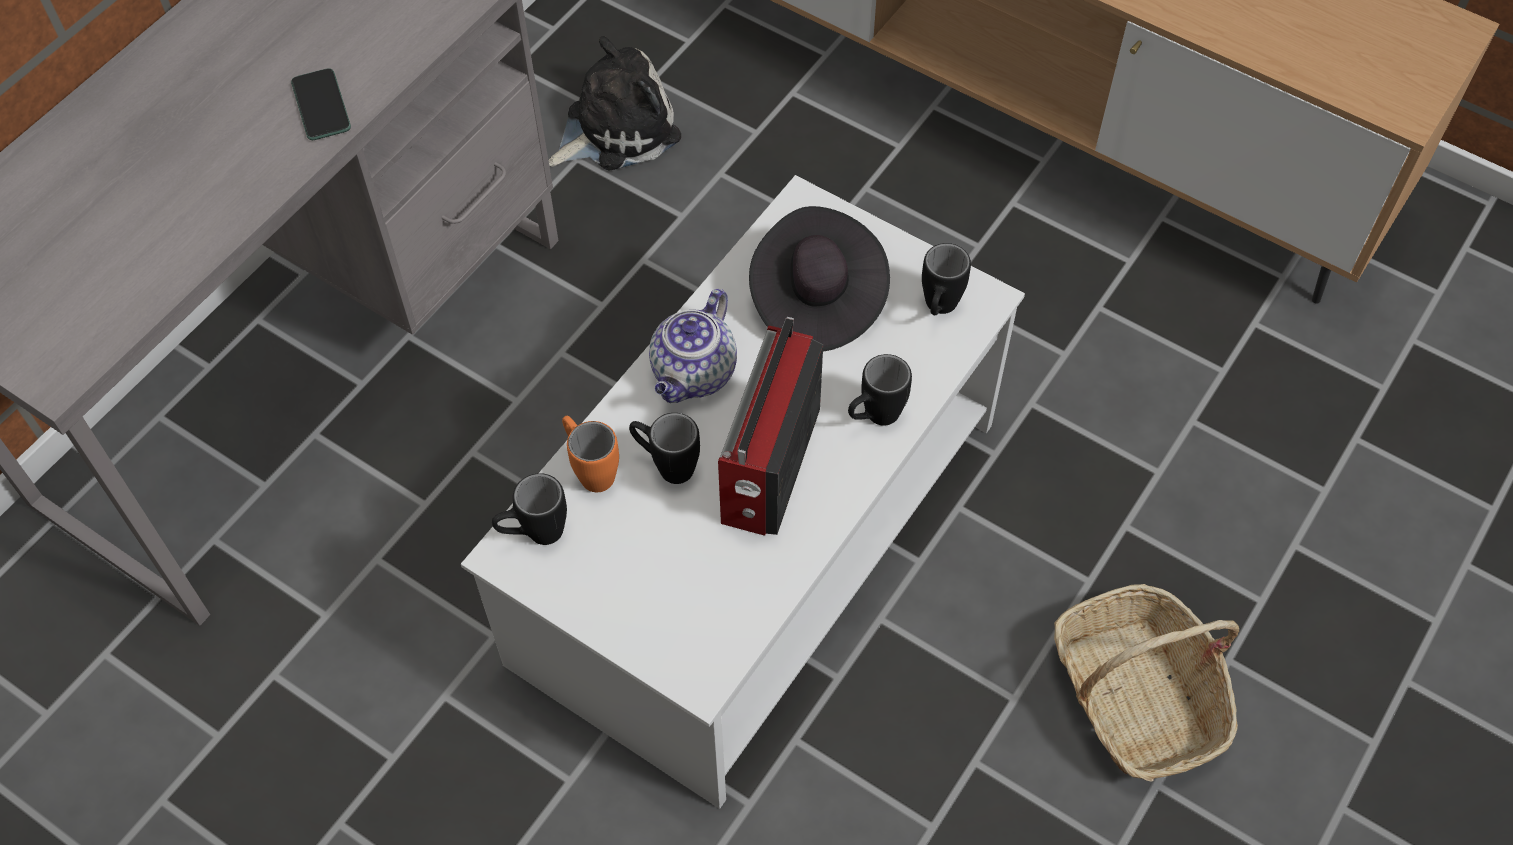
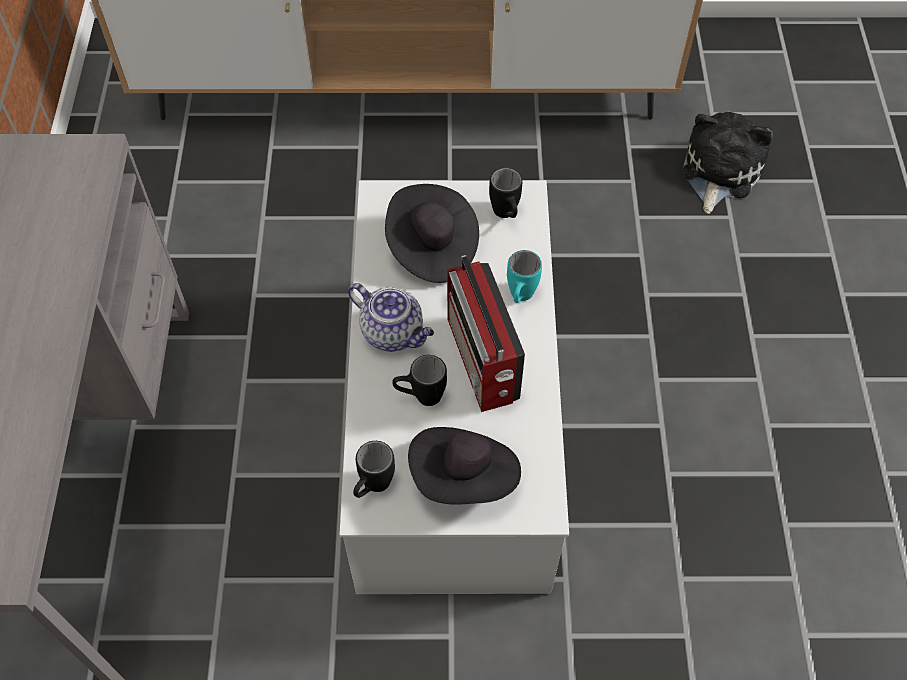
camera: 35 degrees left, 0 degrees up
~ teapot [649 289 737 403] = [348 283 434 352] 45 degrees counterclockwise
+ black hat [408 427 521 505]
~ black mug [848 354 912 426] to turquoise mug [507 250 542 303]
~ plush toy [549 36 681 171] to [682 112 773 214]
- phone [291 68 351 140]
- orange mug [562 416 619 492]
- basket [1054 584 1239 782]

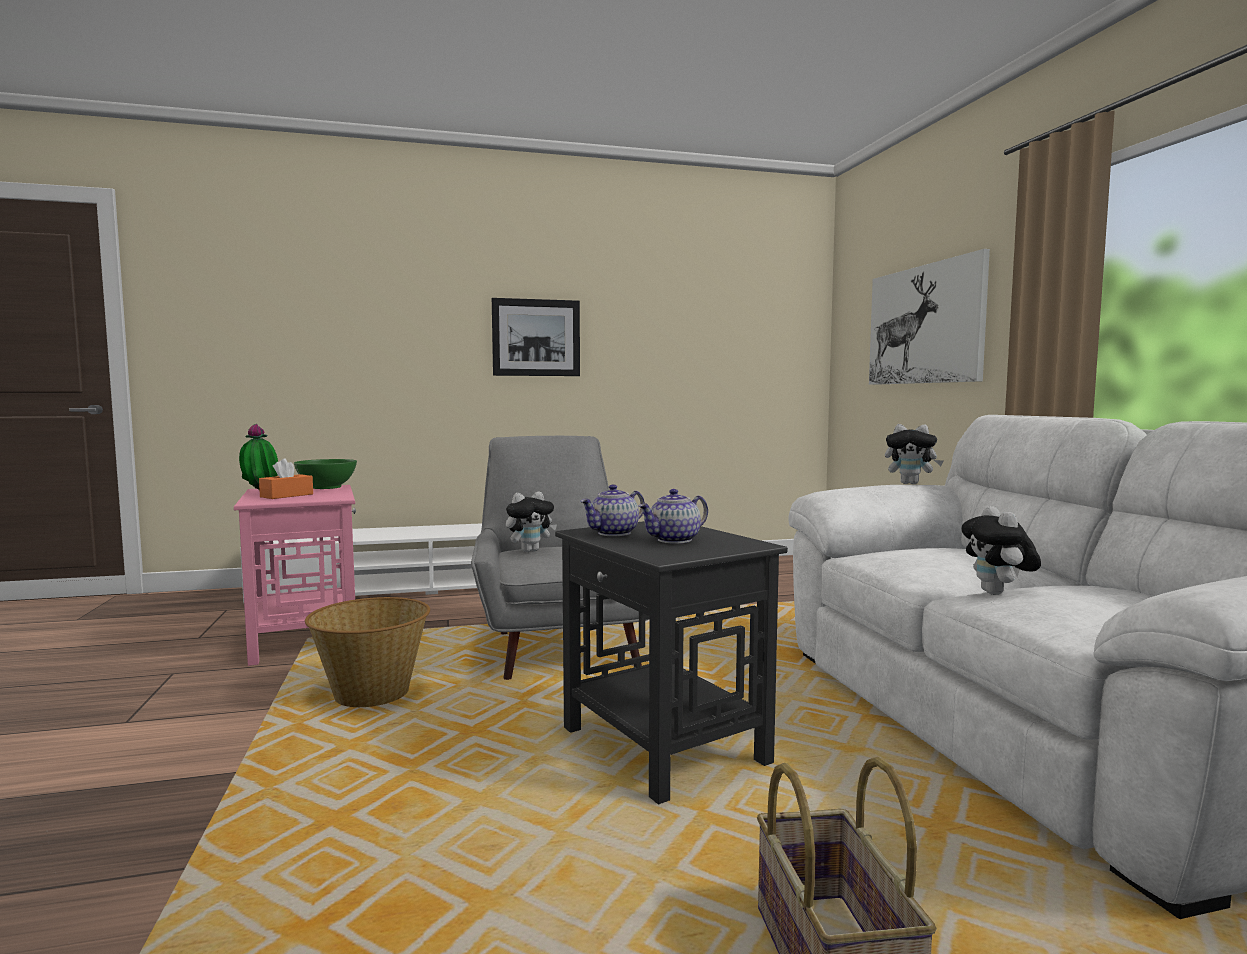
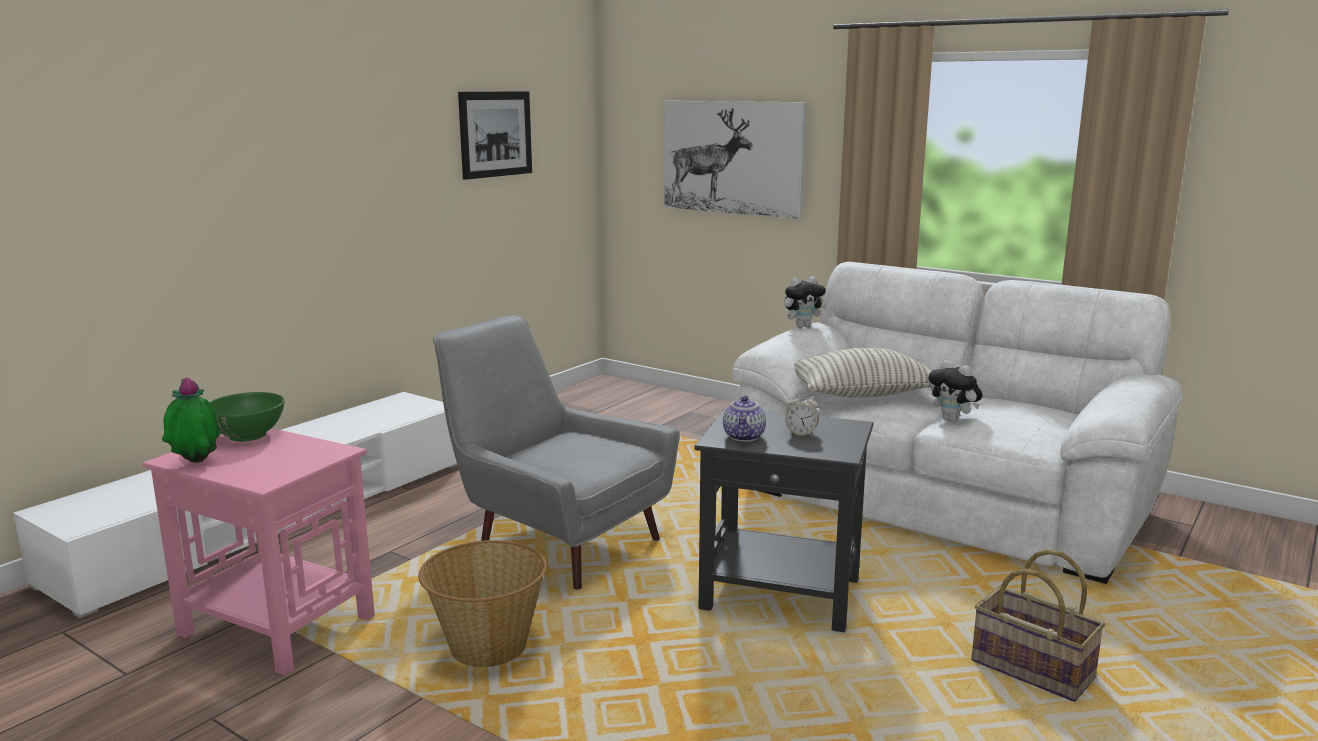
camera: 40 degrees left, 10 degrees up
~ picture [492 298 580 376] to [458 91 532 180]
~ teapot [638 489 708 543] to alarm clock [785 393 819 437]
+ pillow [794 348 932 397]
- orange tissue box [259 458 313 499]
- plush toy [506 491 557 552]

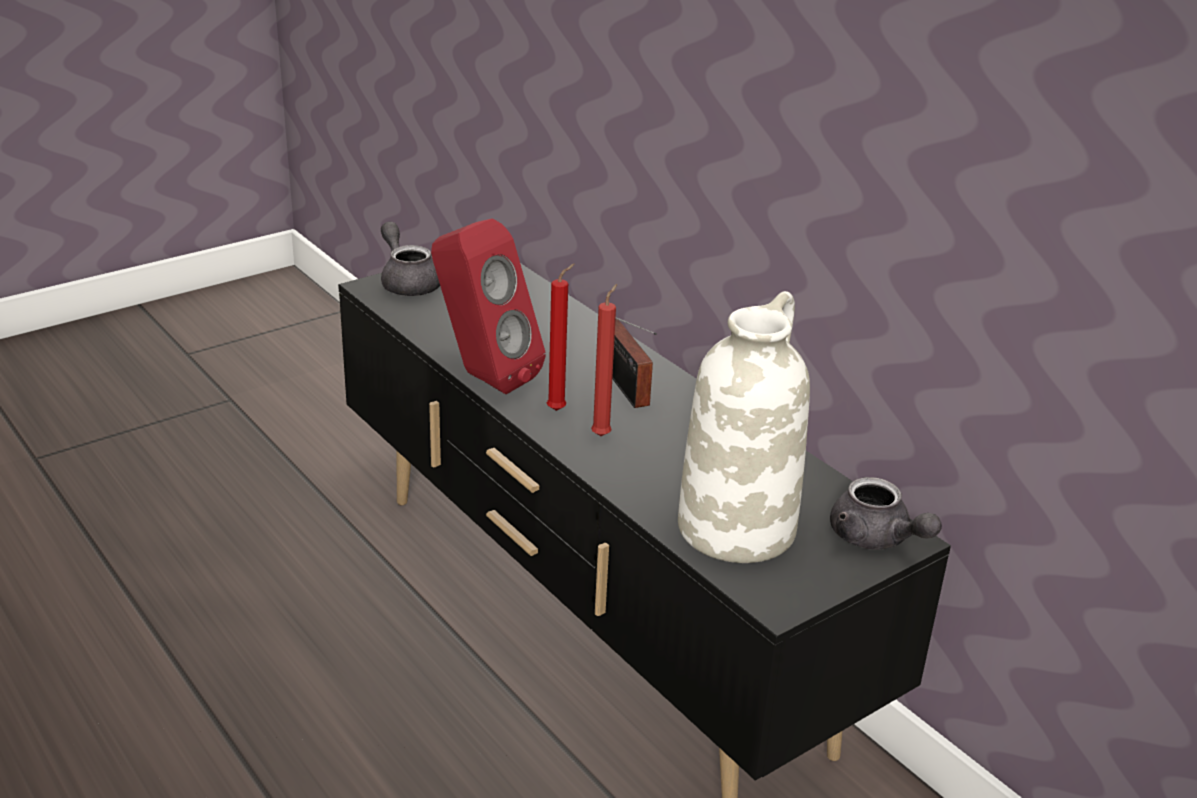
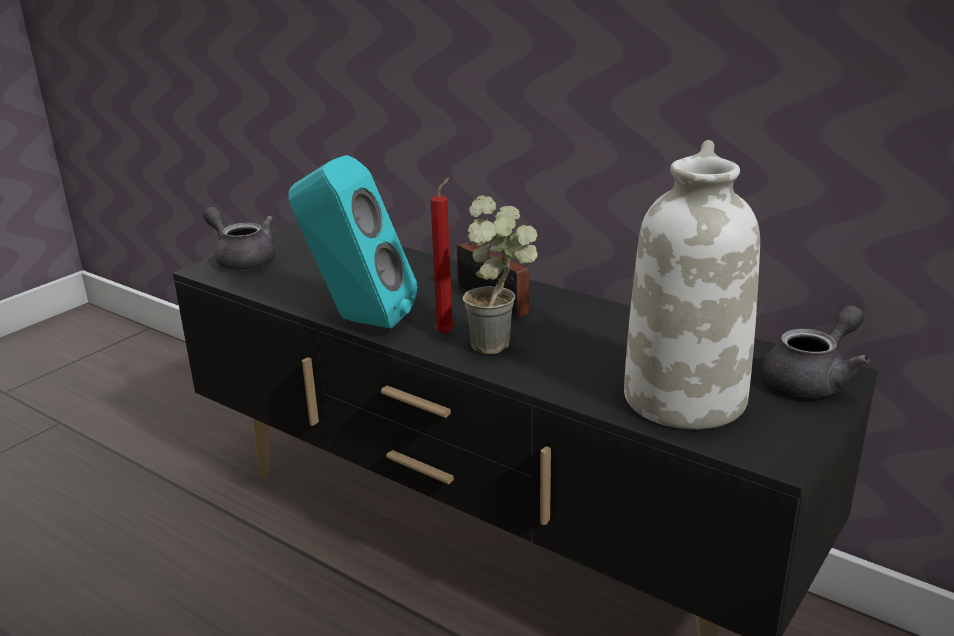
camera: 15 degrees left, 5 degrees down
~ red speaker [431 218 546 394] to turquoise speaker [288 155 417 329]
~ red candle [591 284 617 436] to potted plant [463 195 538 354]
~ grey teapot [830 477 942 550] = [763 305 870 398] 75 degrees counterclockwise

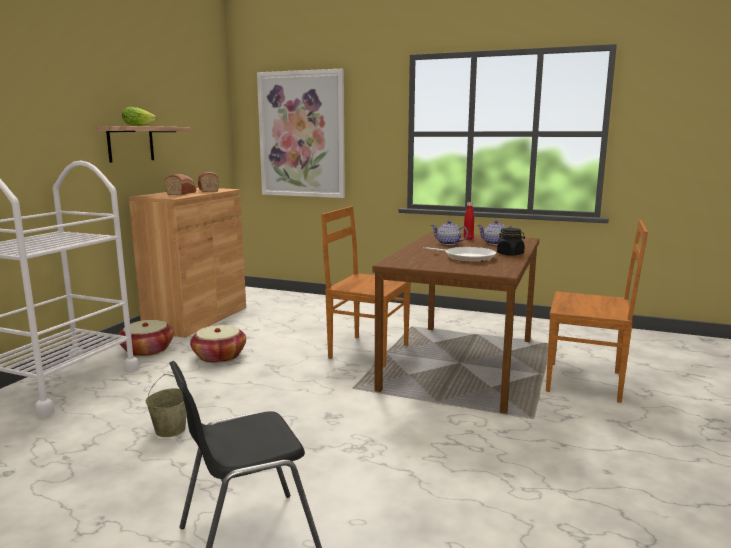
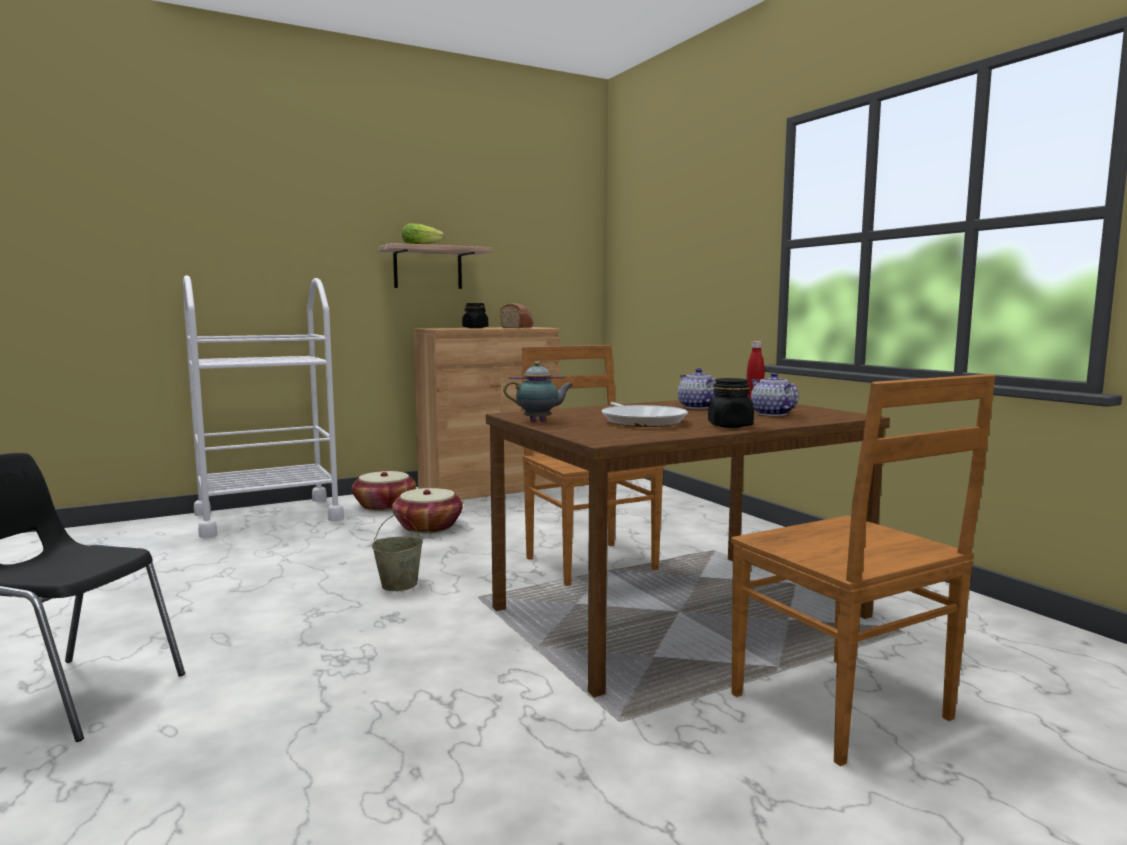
camera: 40 degrees right, 5 degrees down
~ beige bucket [146 374 187 437] to [371 514 423 591]
~ bread [165 174 196 195] to black jar [462 303 488 328]
+ teapot [503 362 573 421]
- picture [257 69 345 198]

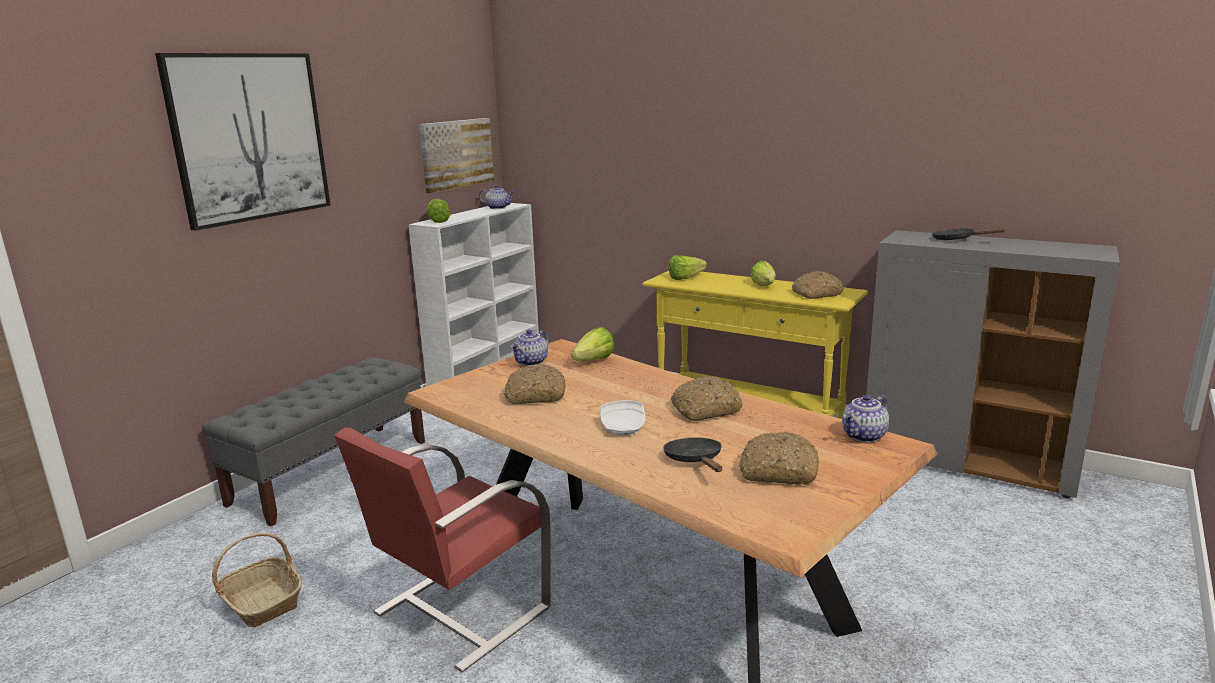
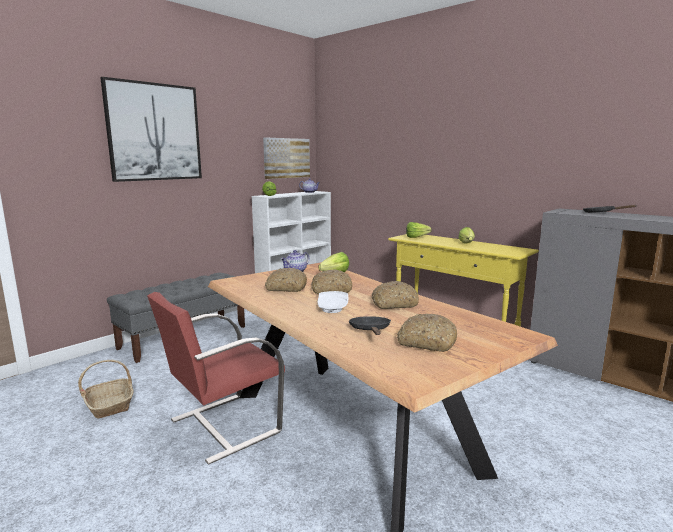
camera: 10 degrees right, 5 degrees down
~ bread [792 271 844 299] to [311 269 352 294]
- teapot [842 395 889 443]

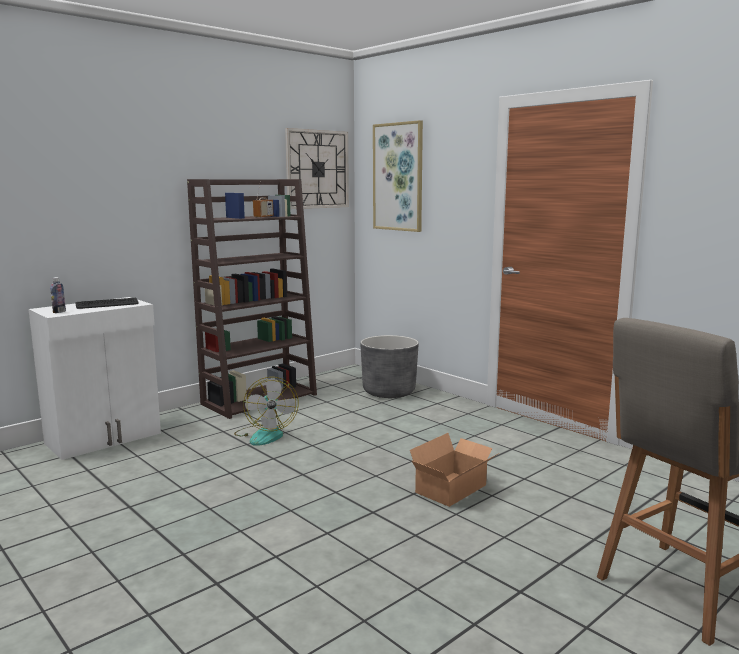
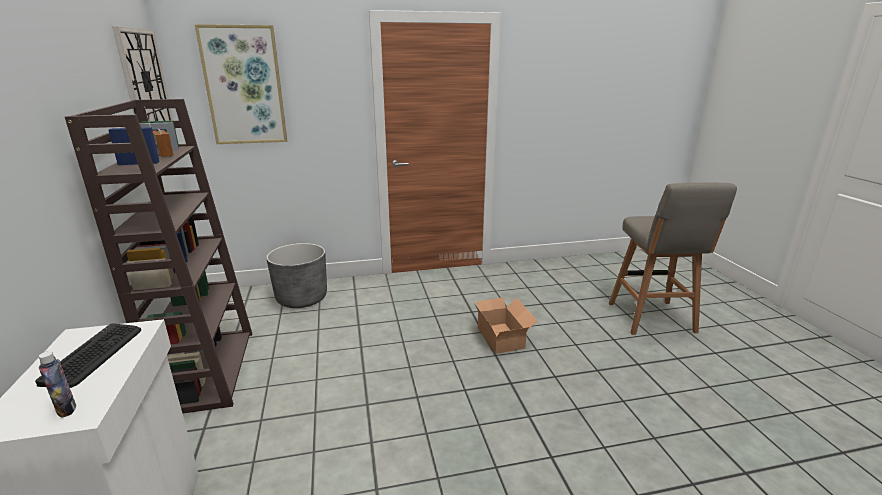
camera: 60 degrees left, 10 degrees up
- fan [234 377 298 446]

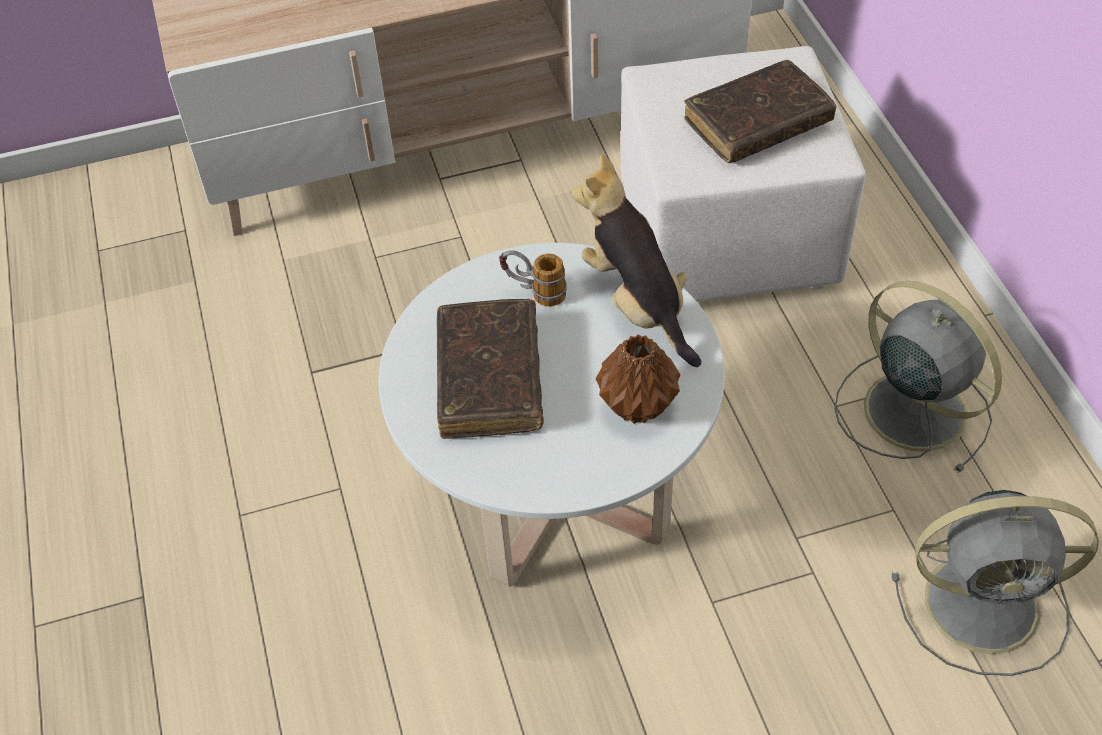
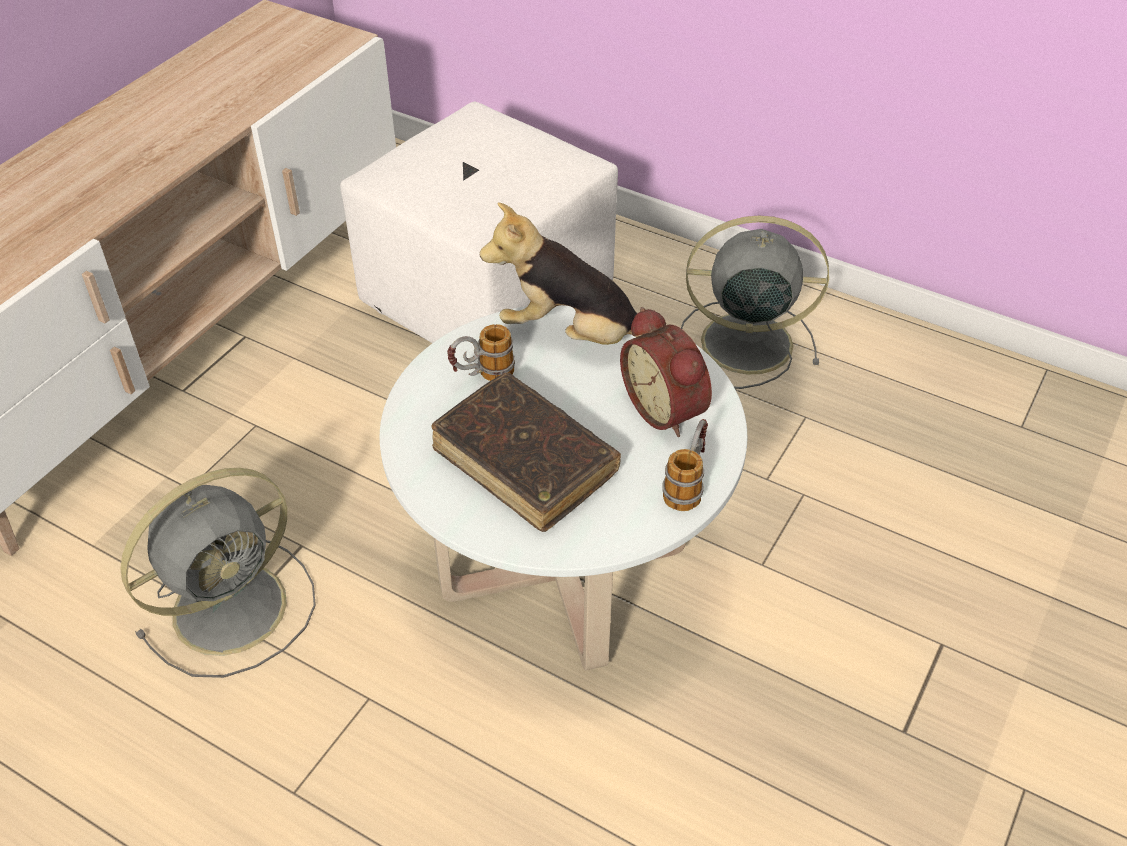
camera: 45 degrees left, 5 degrees down
~ grey fan [892 490 1099 676] to [120 468 316 678]
~ brown vase [596 335 680 424] to alarm clock [620 307 712 437]
+ mug [662 419 708 511]
- brown book [684 60 836 163]

